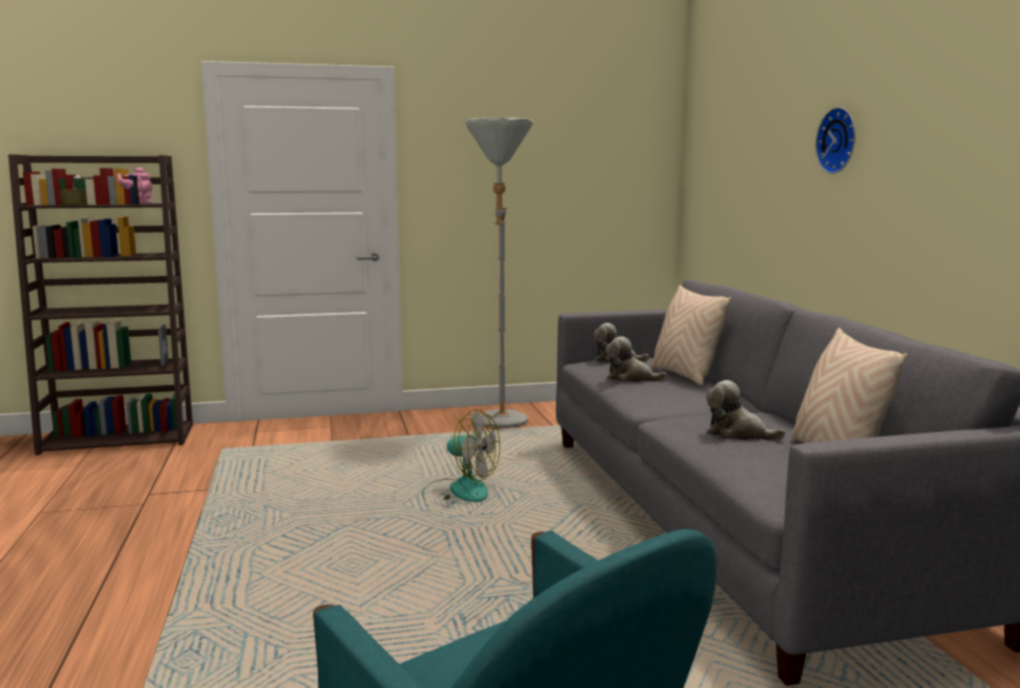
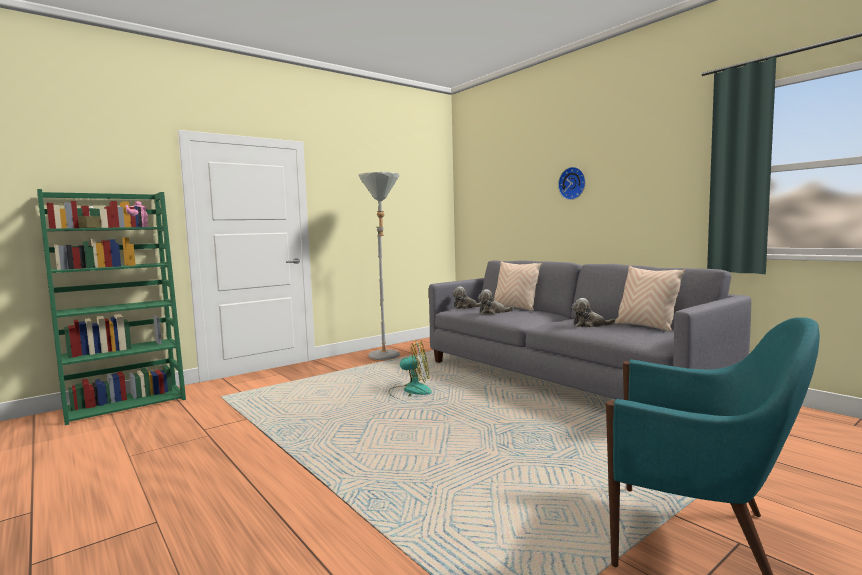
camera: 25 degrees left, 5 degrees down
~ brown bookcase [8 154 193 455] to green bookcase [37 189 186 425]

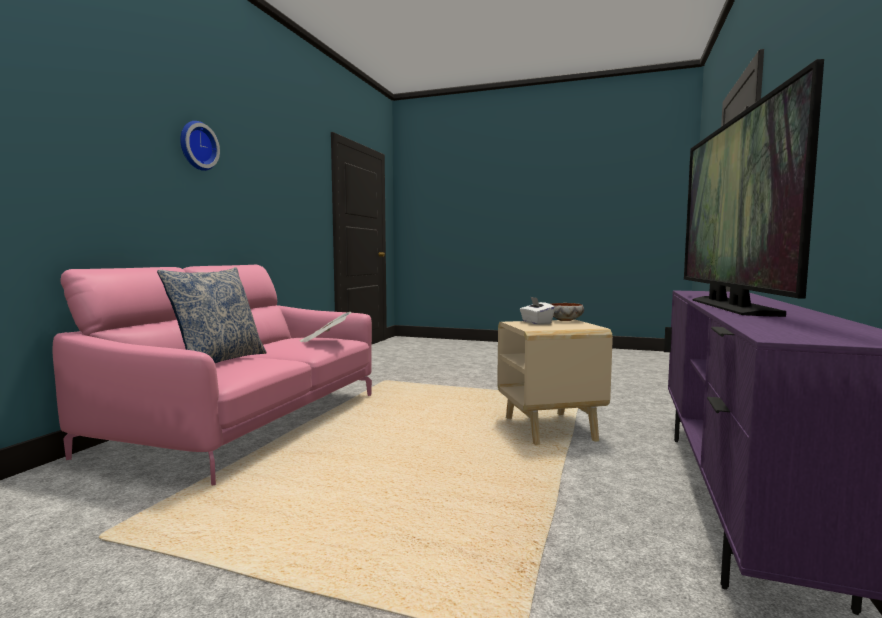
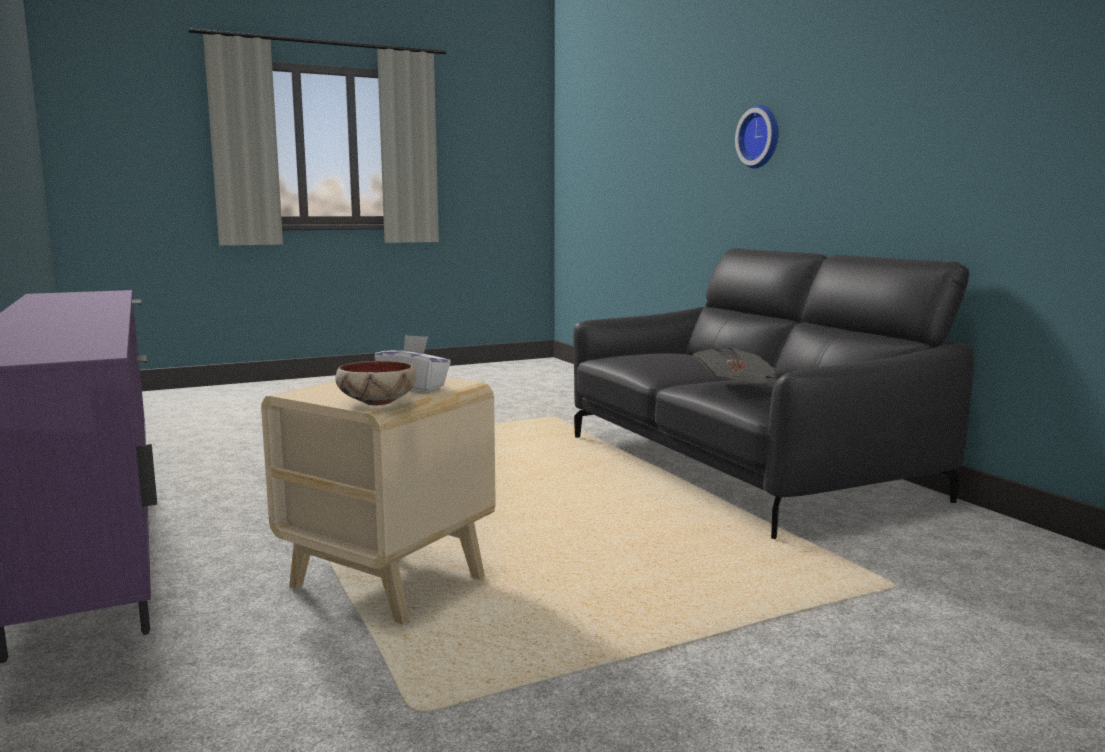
camera: 135 degrees right, 5 degrees up
~ pink sofa [52 265 372 485] to black sofa [573 248 974 539]
~ wall clock [180 121 220 171] to [735 105 779 168]
- pillow [157 267 267 363]
- television [684 59 824 317]

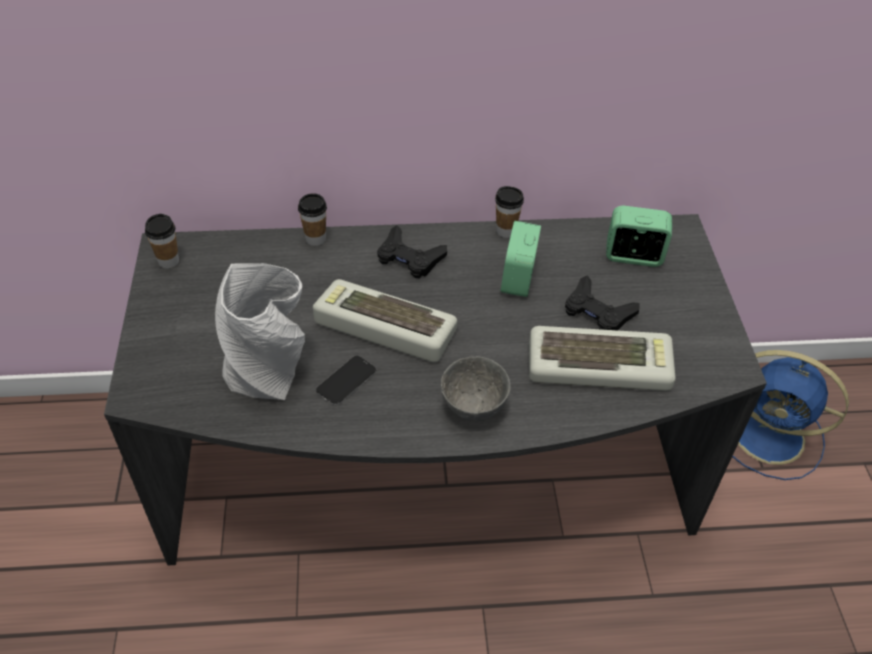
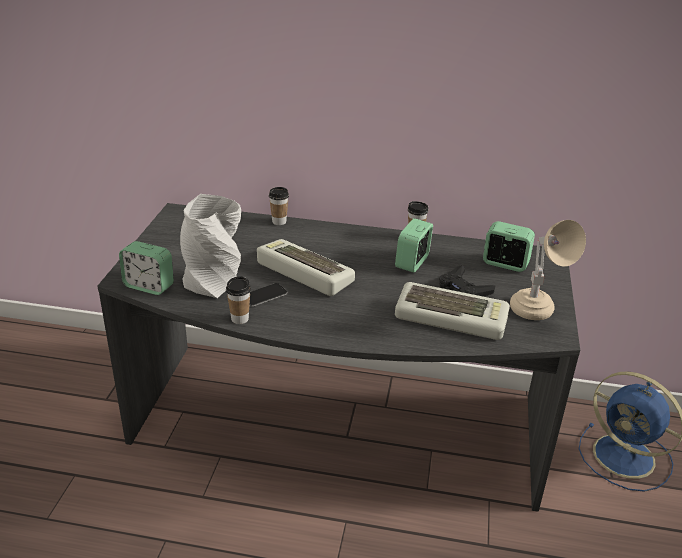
camera: 15 degrees right, 15 degrees down
+ alarm clock [119 241 174 295]
~ cup [145 214 179 268] to [226 277 251 324]
+ beige table lamp [510 220 586 320]
- black game controller [377 225 447 279]
- grey bowl [441 356 511 421]

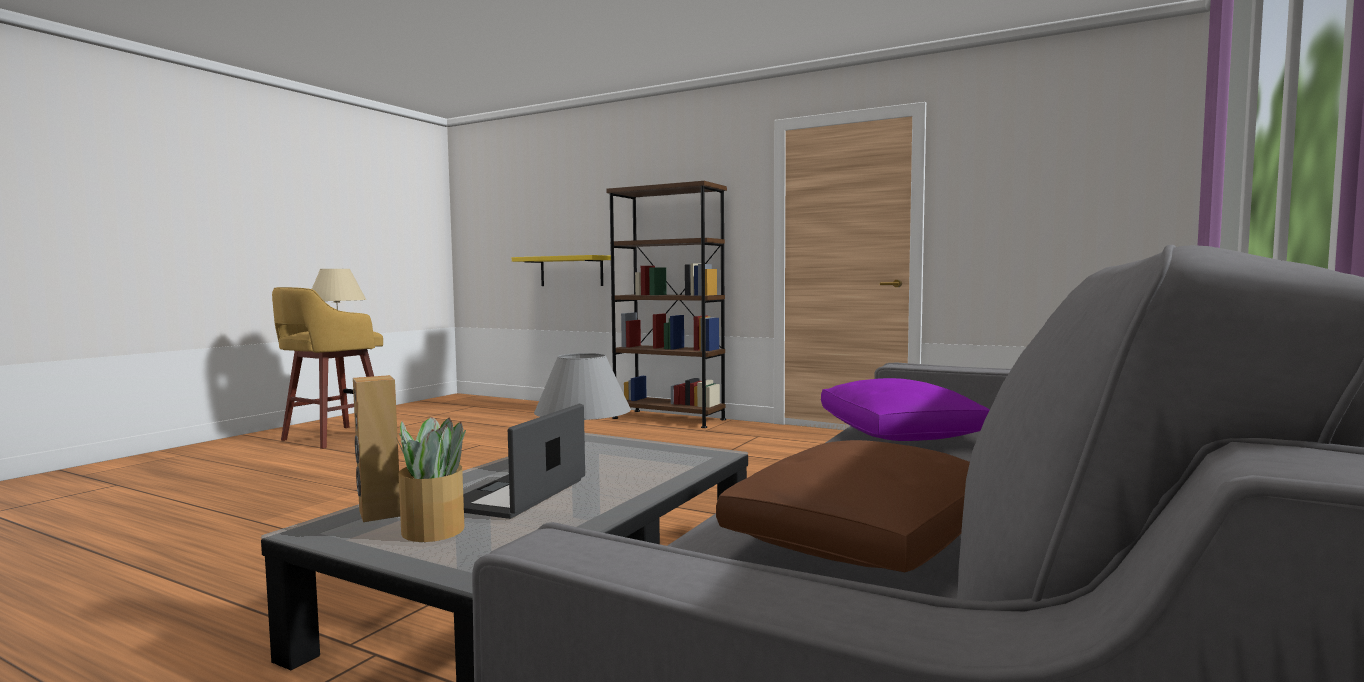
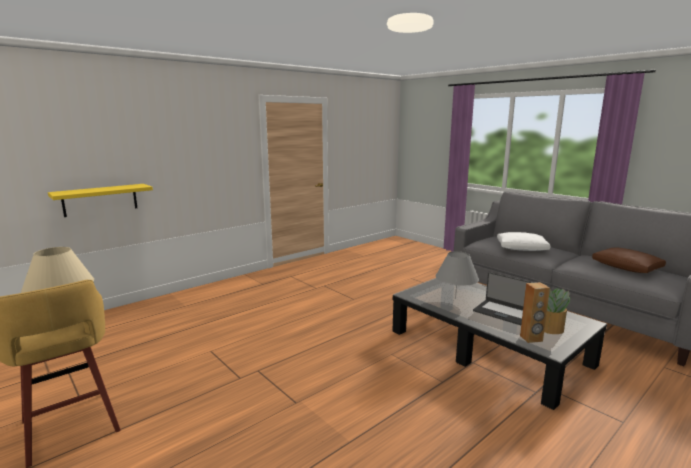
camera: 70 degrees left, 10 degrees up
~ purple pillow [821 378 990 441] to white pillow [497 232 550 251]
- brown bookcase [606 181 727 428]

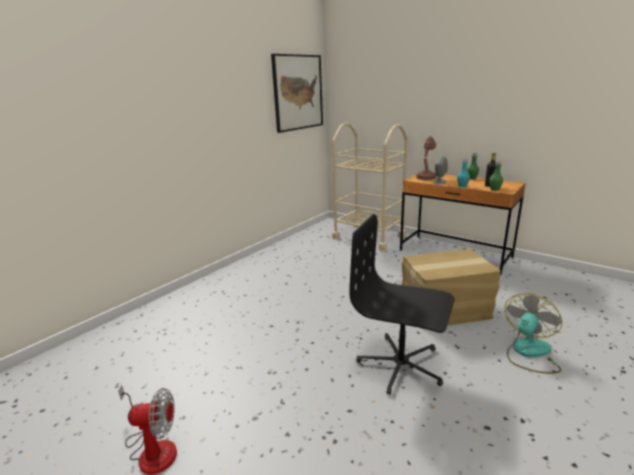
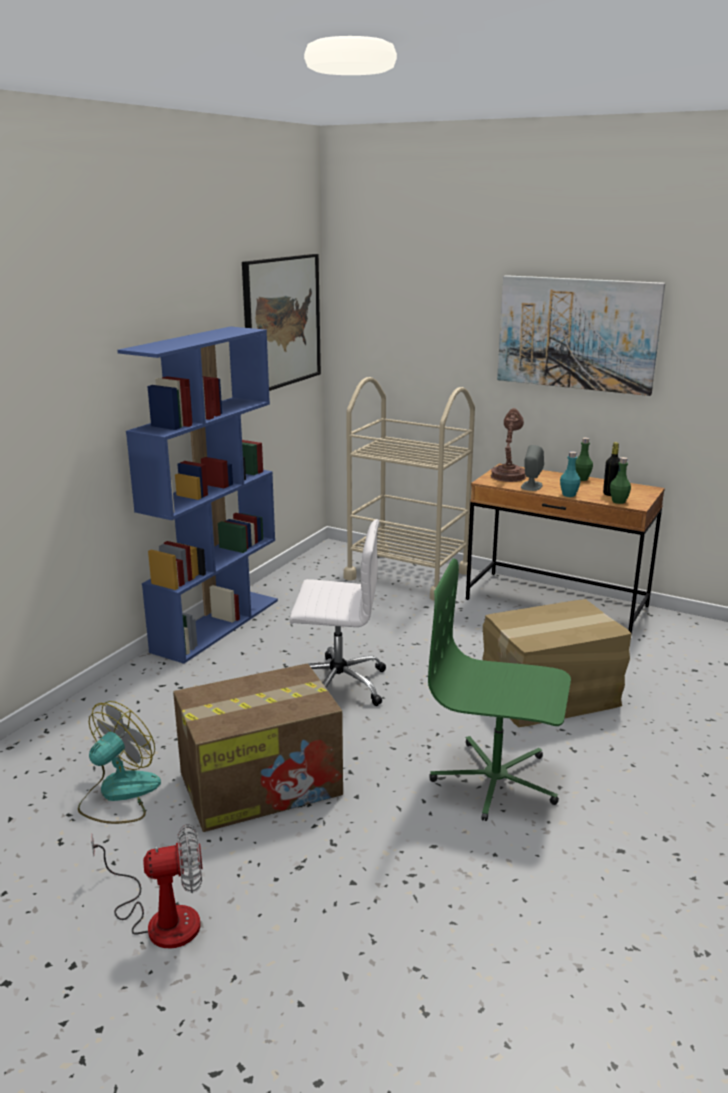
camera: 10 degrees left, 0 degrees up
~ fan [505 293 562 373] to [78 701 161 824]
+ blue bookcase [117 326 278 664]
+ cardboard box [173 664 343 832]
+ white office chair [290 519 386 706]
~ black office chair [350 214 455 395] to green office chair [428 558 571 821]
+ picture [497 275 665 396]

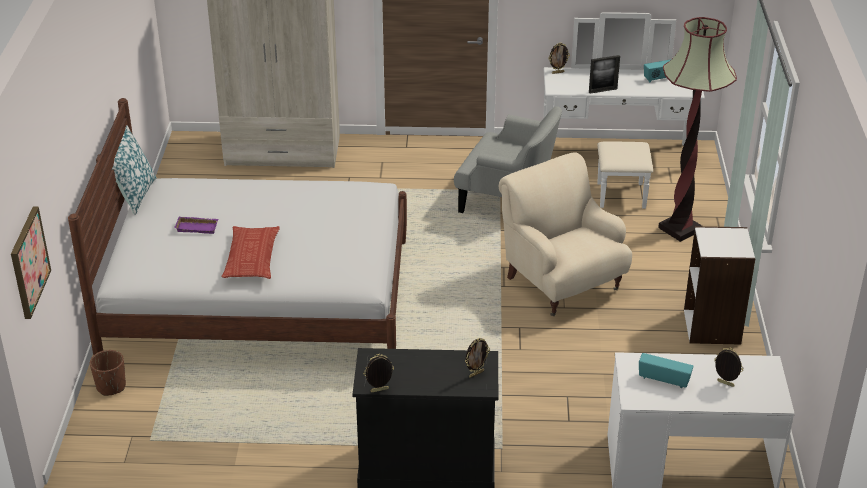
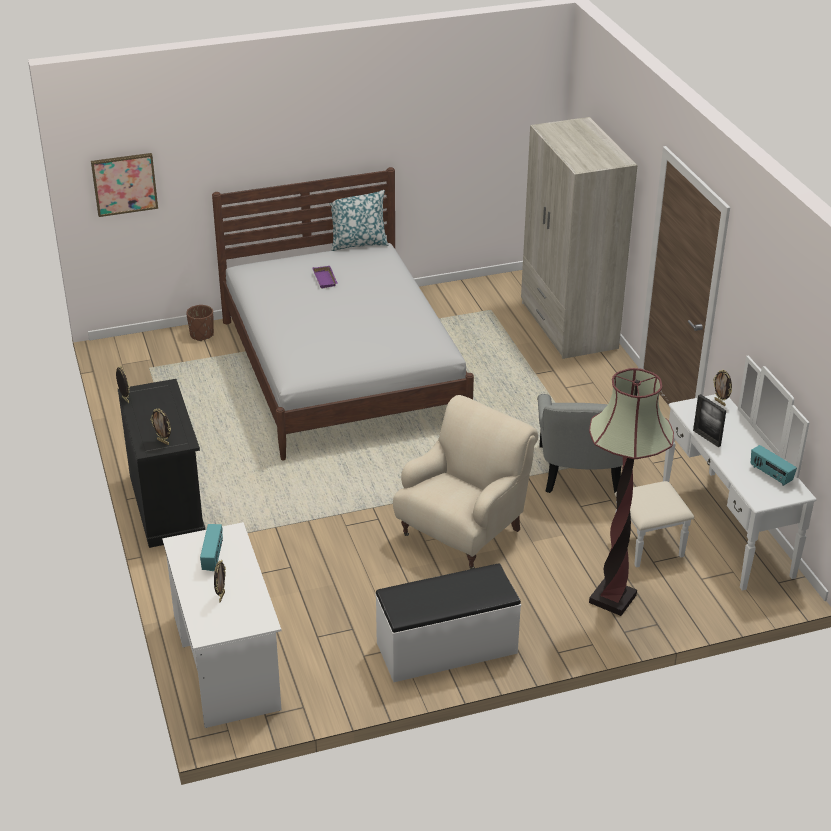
camera: 70 degrees right, 0 degrees up
~ white bookcase [684 226 755 345] to white bench [375 563 521 682]
- pillow [222 226 280 279]

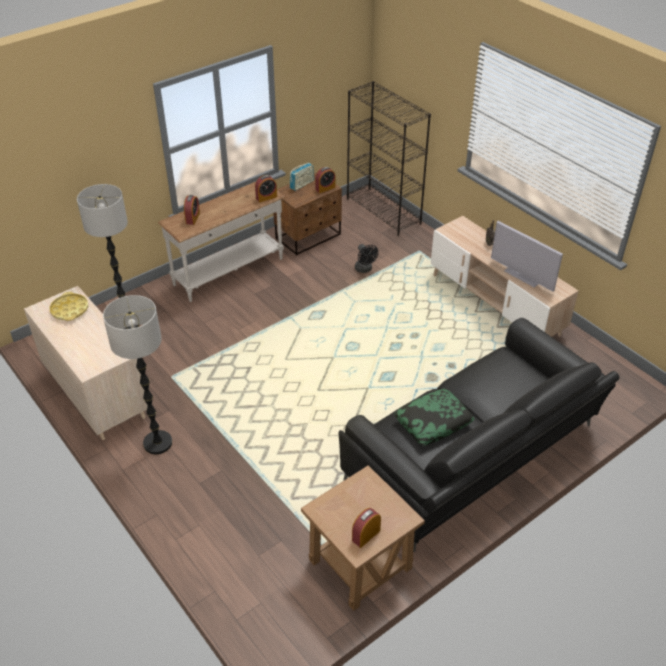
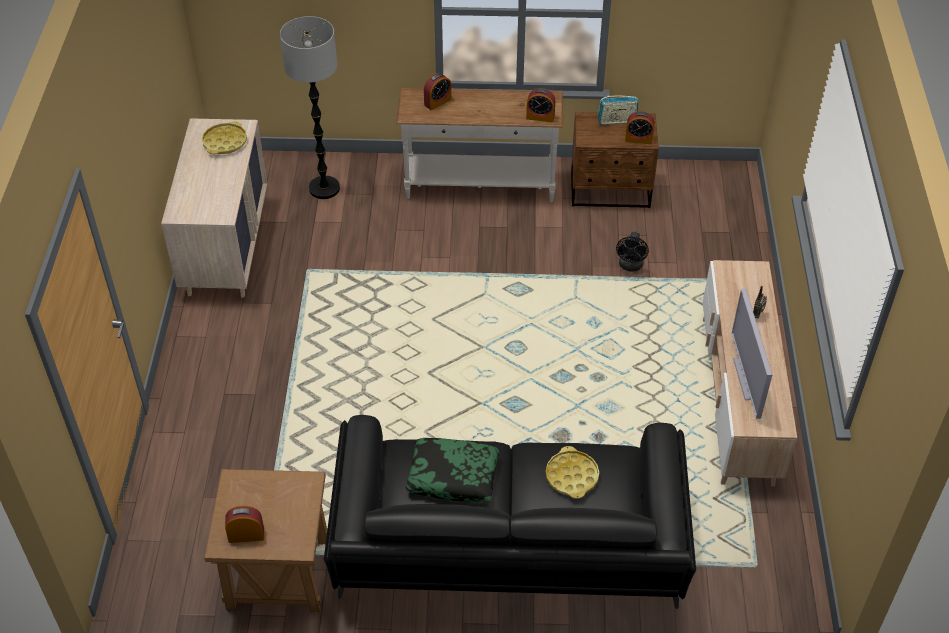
camera: 40 degrees right, 5 degrees up
+ yellow tray [546 446 599 499]
- floor lamp [103 295 172 454]
- black bookcase [347 81 431 236]

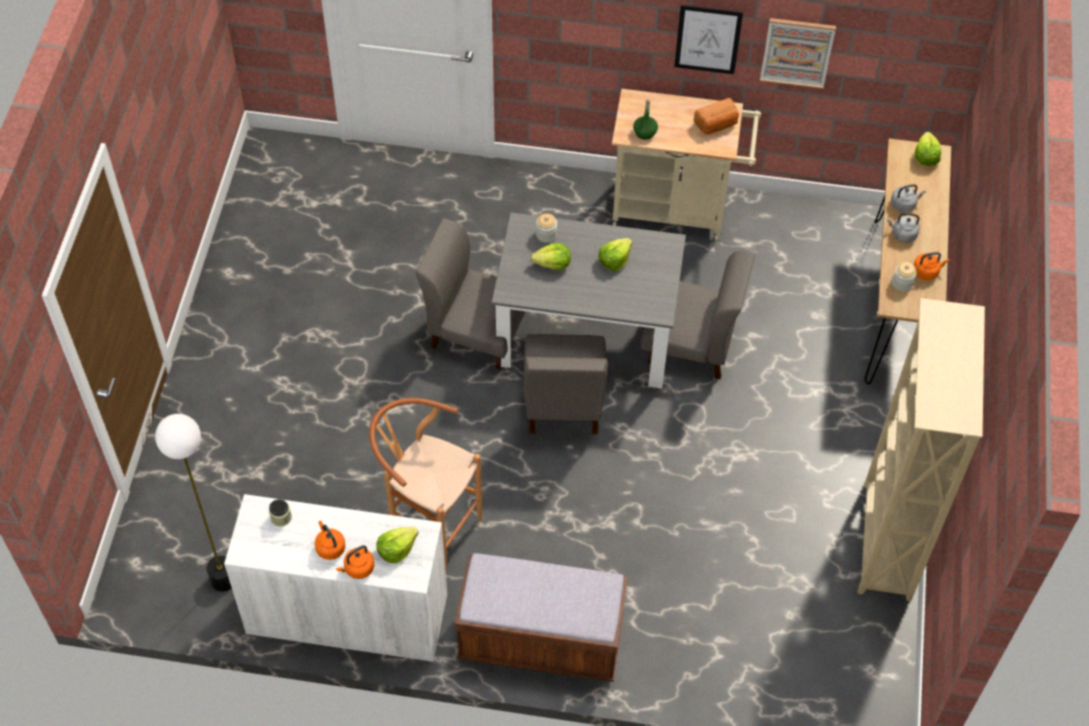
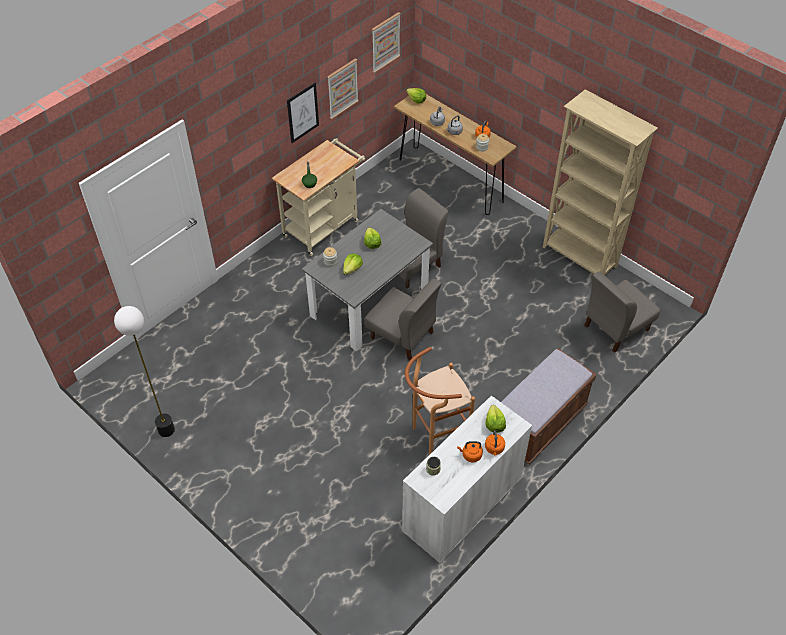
camera: 55 degrees left, 5 degrees down
~ floor lamp [155 414 232 592] to [114 306 175 437]
+ picture [372 12 401 73]
~ grey chair [416 218 526 369] to [584 271 660 353]
- bread [694 98 739 134]

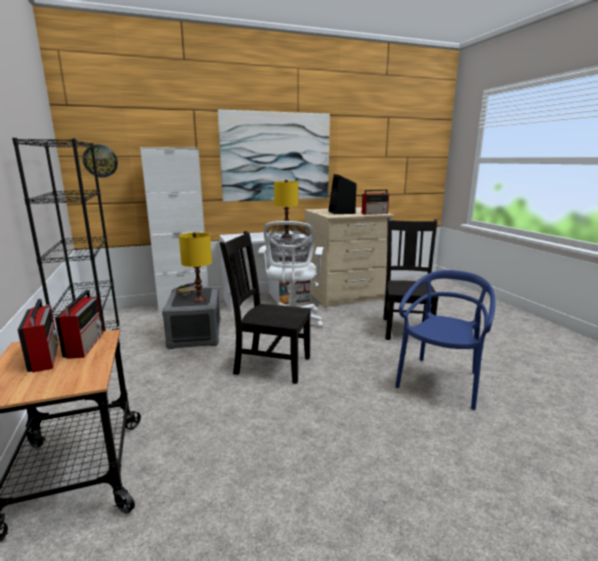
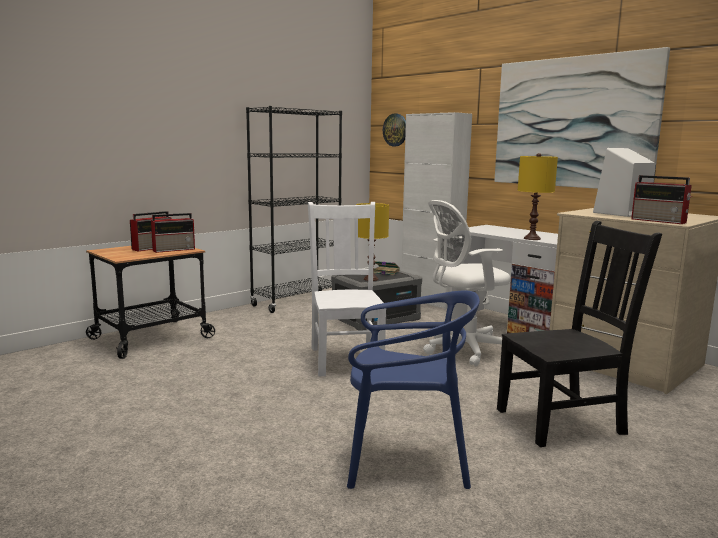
camera: 65 degrees right, 5 degrees down
~ black chair [220 231 311 384] to white chair [308 202 387 376]
~ black speaker [328 174 357 214] to white speaker [593 148 656 217]

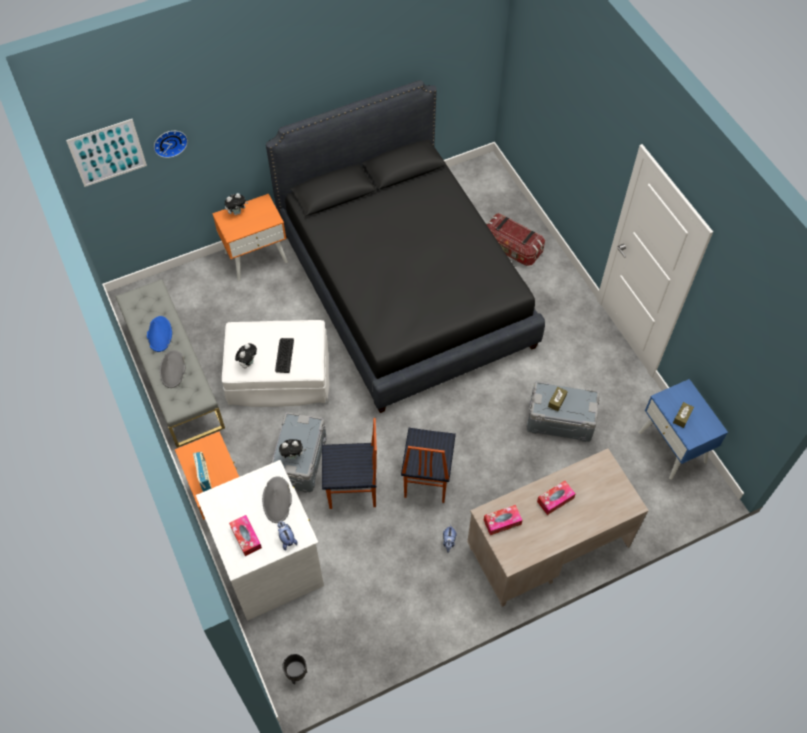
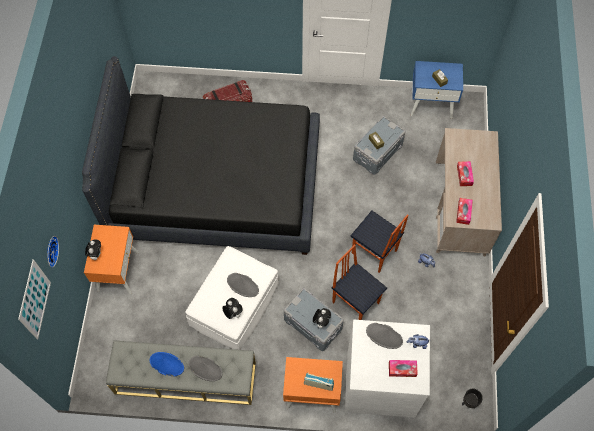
camera: 60 degrees left, 5 degrees up
~ keyboard [275 338 294 373] to grey hat [227 273 259 297]
~ chair [322 418 377 509] = [332 244 387 320] 75 degrees counterclockwise

